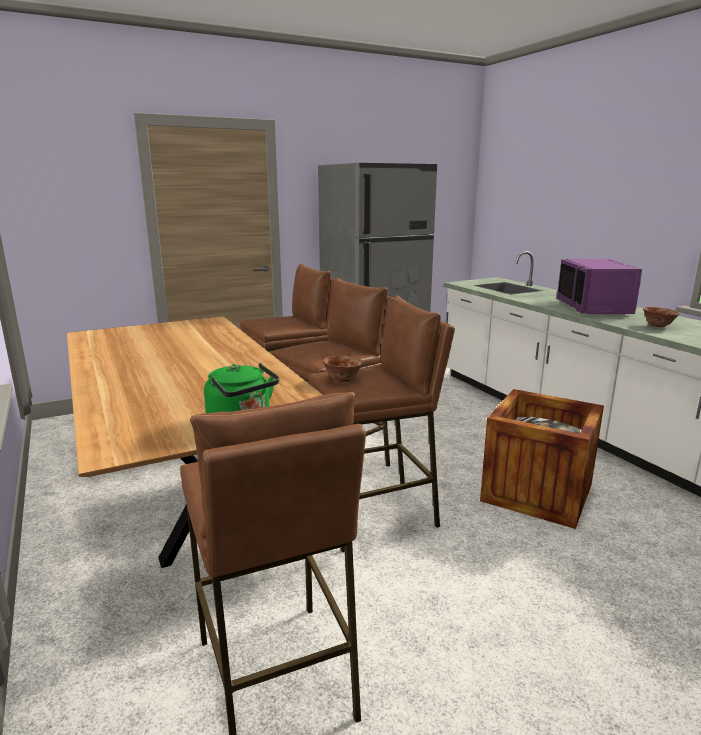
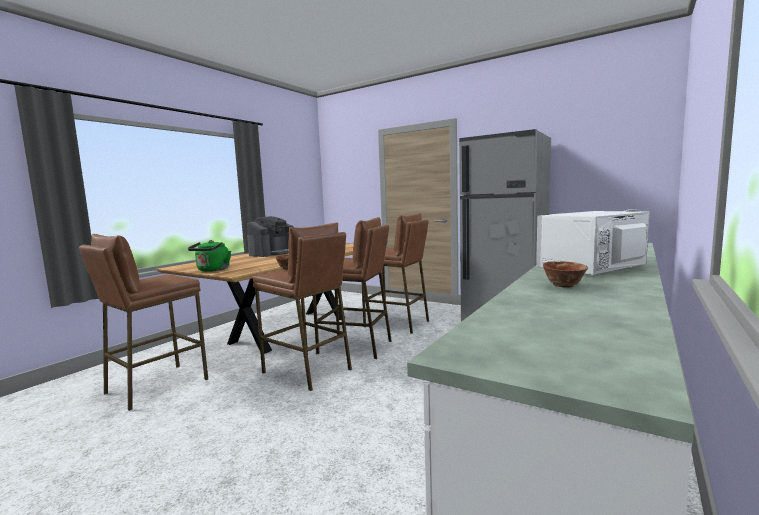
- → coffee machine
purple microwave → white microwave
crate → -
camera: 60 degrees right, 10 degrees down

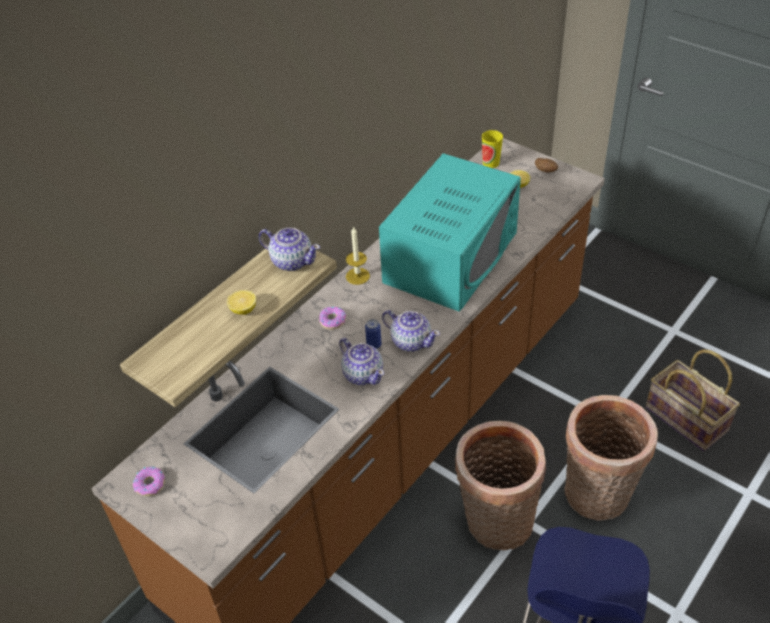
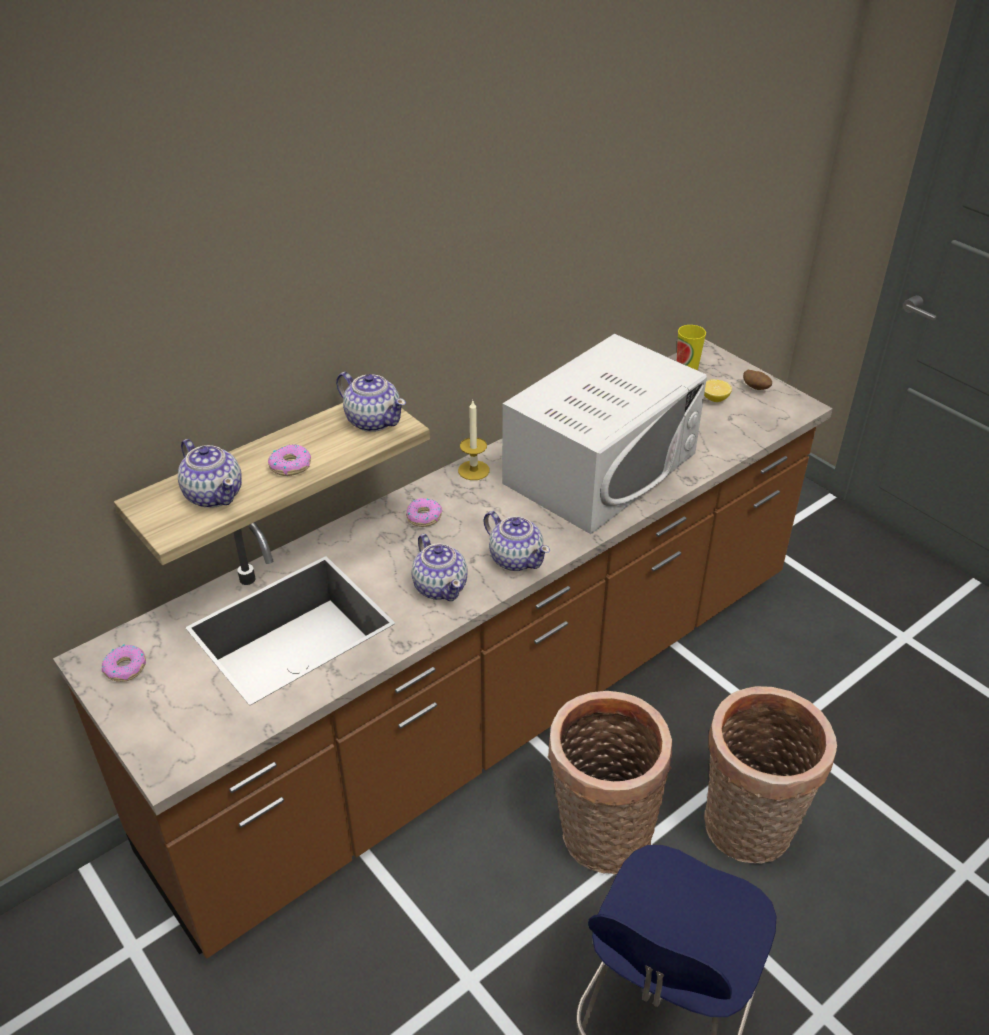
- → teapot (no. 1 from left)
lemon (no. 1 from left) → donut (no. 2 from left)
turquoise microwave → white microwave
can → -
basket (no. 3 from left) → -
camera: 10 degrees right, 5 degrees down

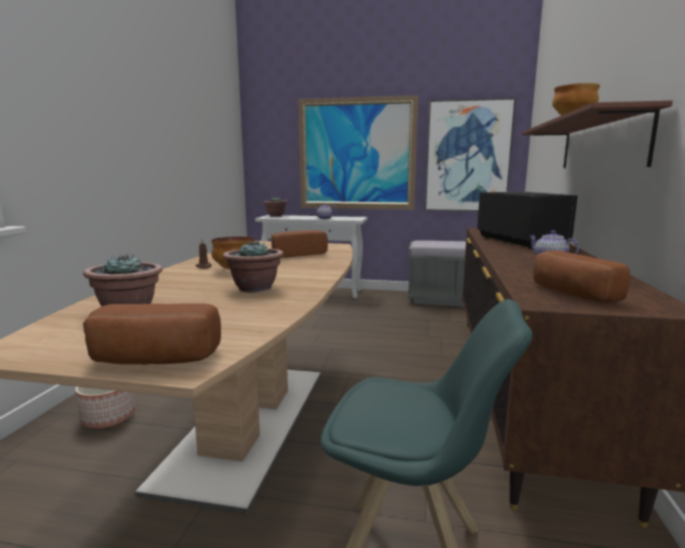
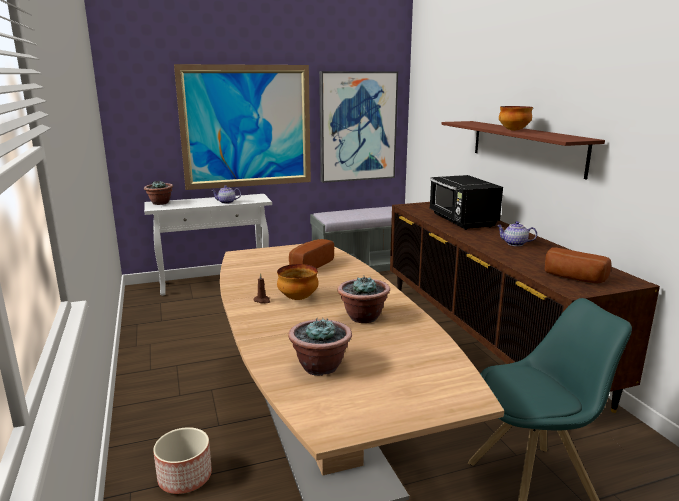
black microwave, 150 degrees counterclockwise
bread (no. 1 from left) → -
camera: 30 degrees left, 5 degrees up

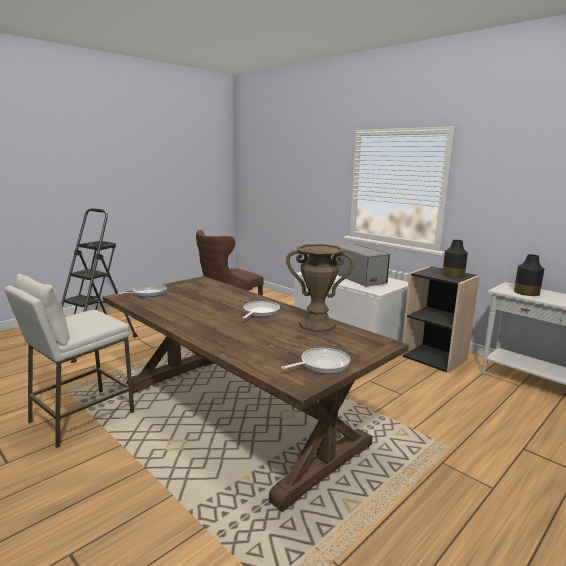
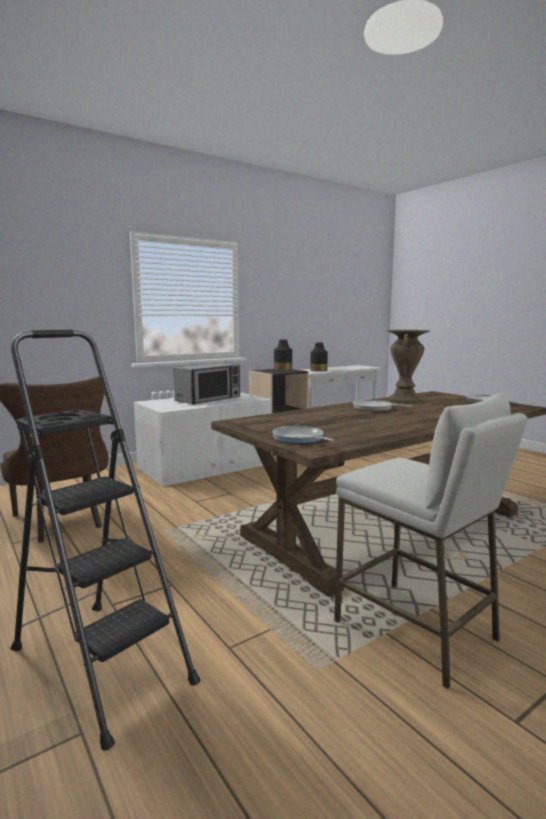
microwave, 150 degrees clockwise
camera: 80 degrees left, 5 degrees down

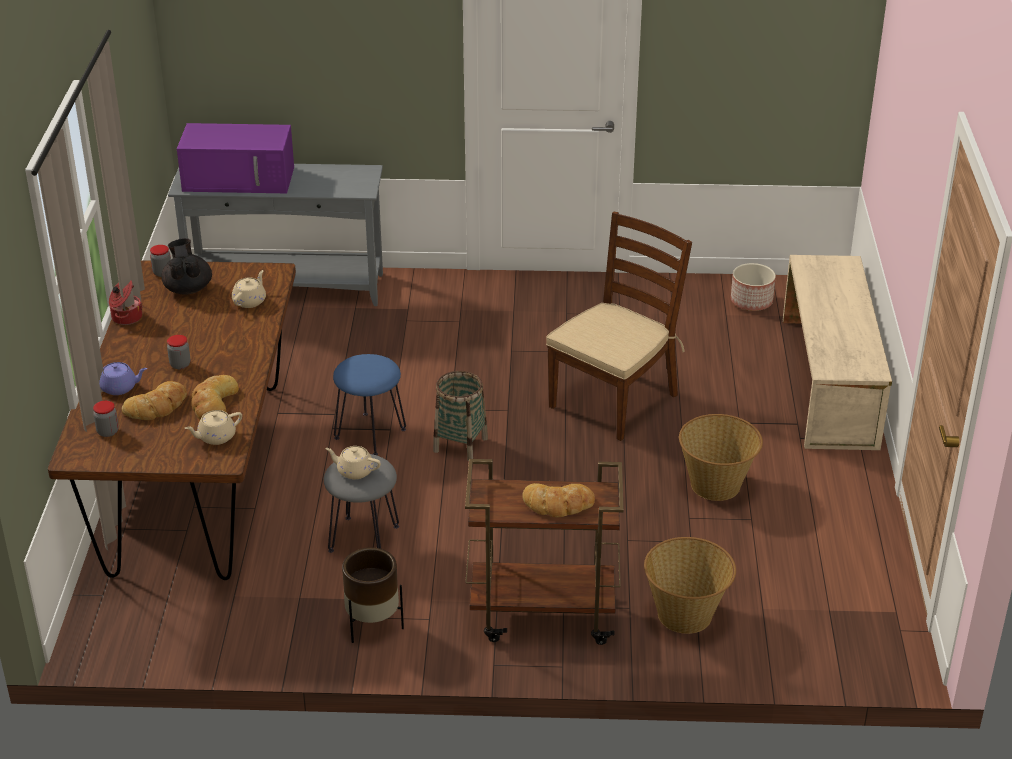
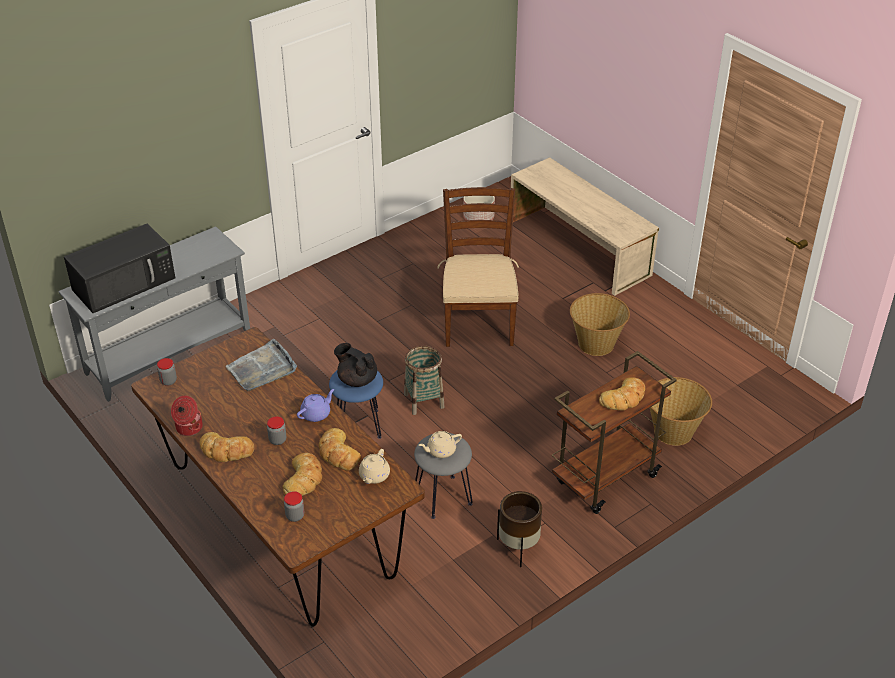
purple microwave → black microwave
- → bread (no. 1 from left)
beige teapot (no. 2 from left) → grey tray
purple teapot, relocated
black teapot, relocated
camera: 40 degrees left, 5 degrees up

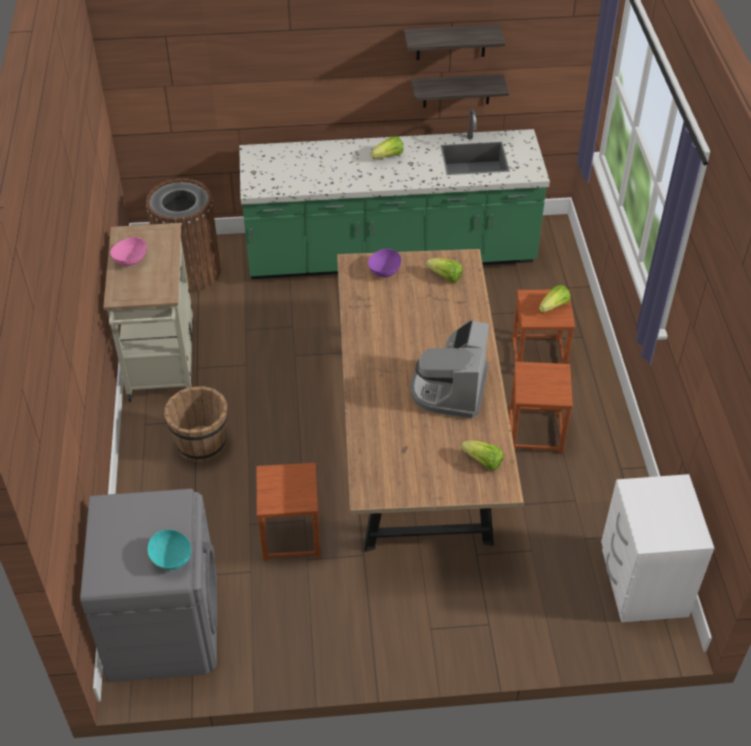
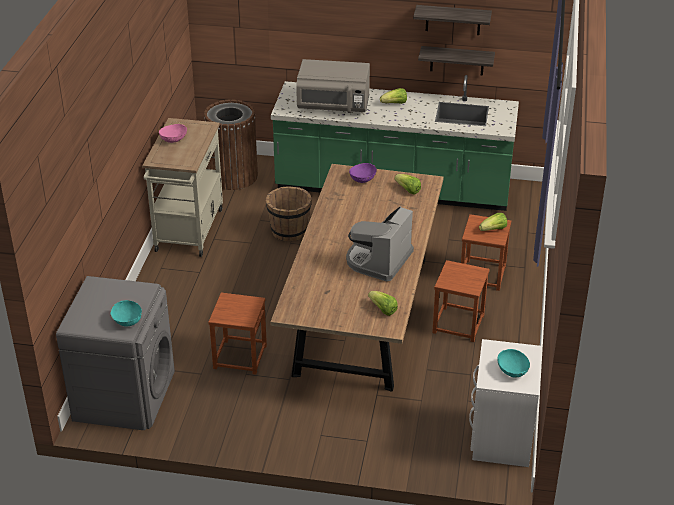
brown bucket, relocated
- → grey microwave
- → turquoise bowl (no. 2 from left)
camera: 15 degrees right, 10 degrees down

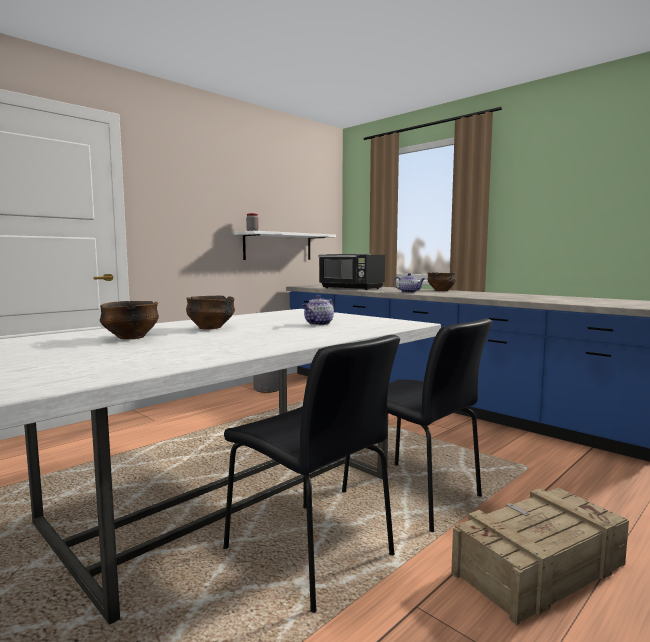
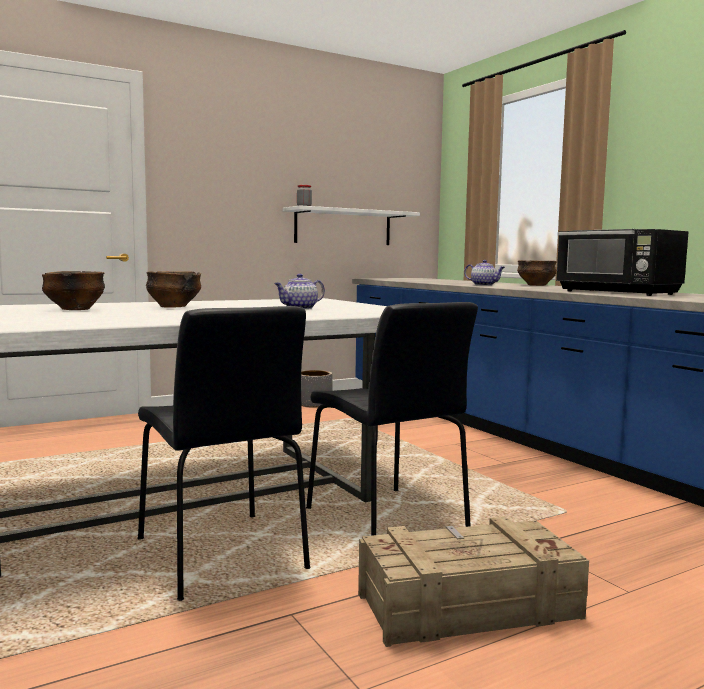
black microwave, relocated
camera: 15 degrees right, 0 degrees up

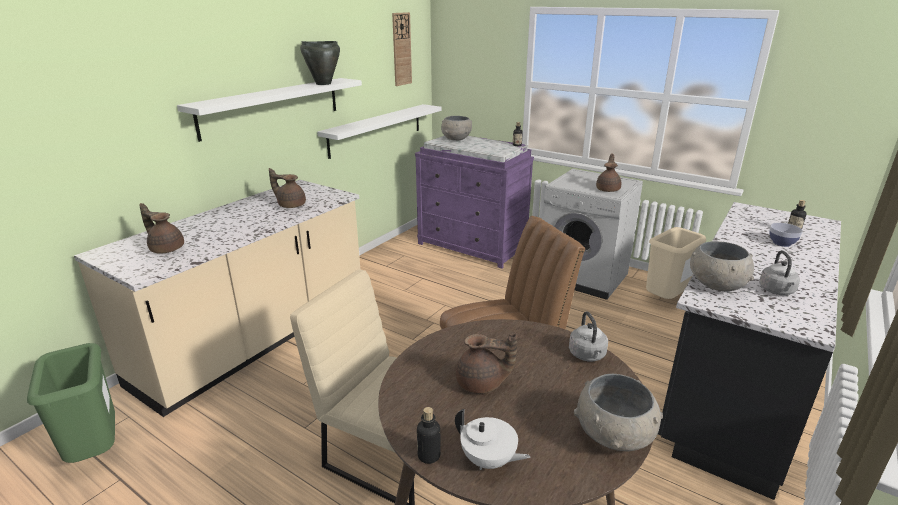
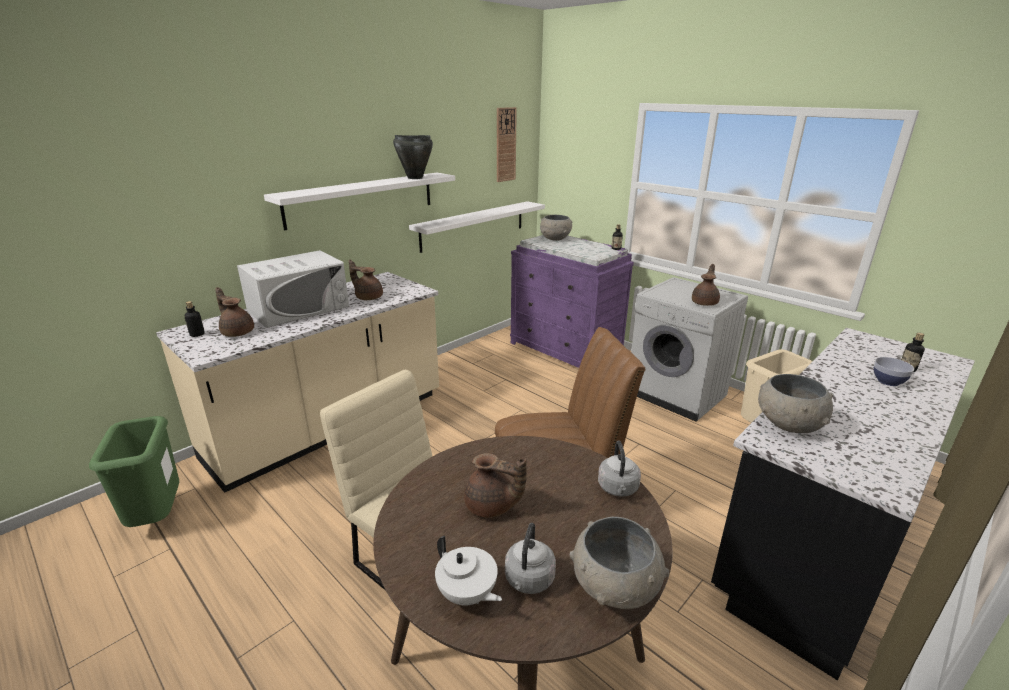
bottle (no. 1 from left), relocated
- → white microwave
grey kettle (no. 2 from left in the first image) → grey kettle (no. 1 from left), relocated
camera: 10 degrees right, 0 degrees up

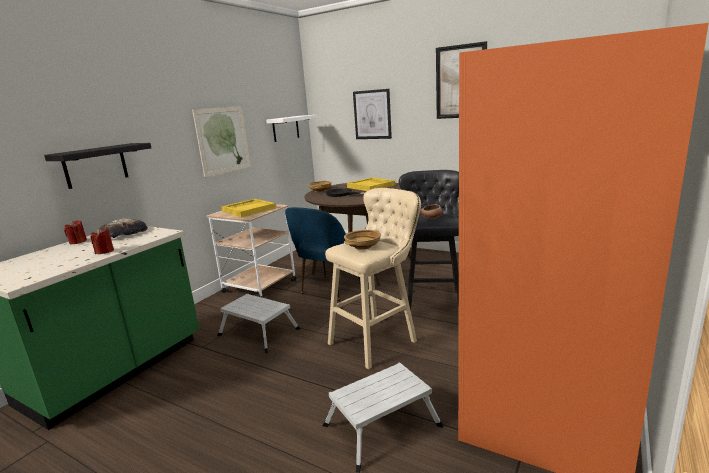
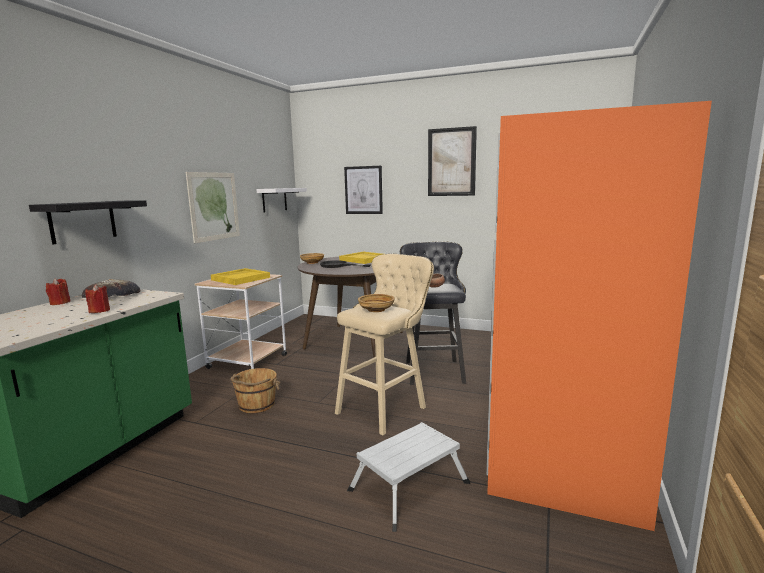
white step ladder (no. 1 from left) → brown bucket
blue chair → -
camera: 10 degrees left, 5 degrees down

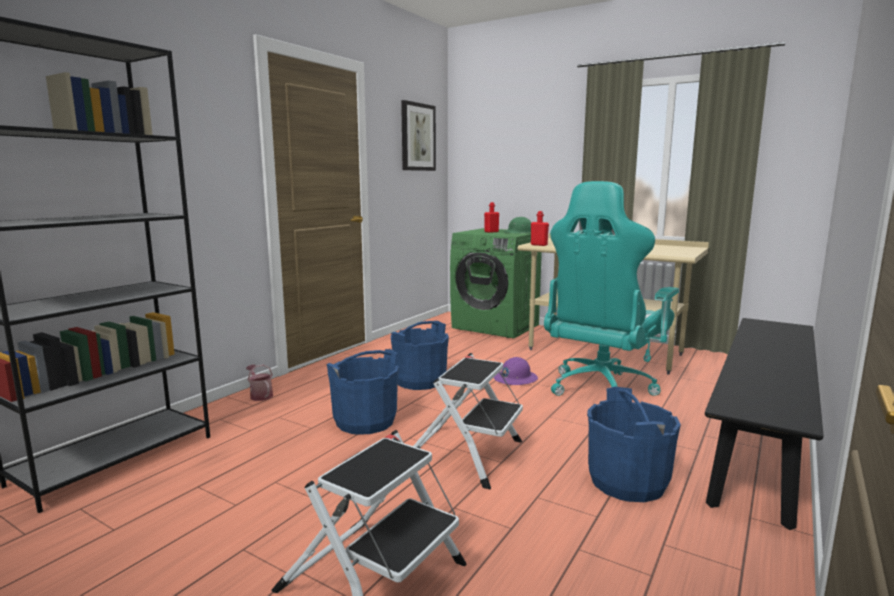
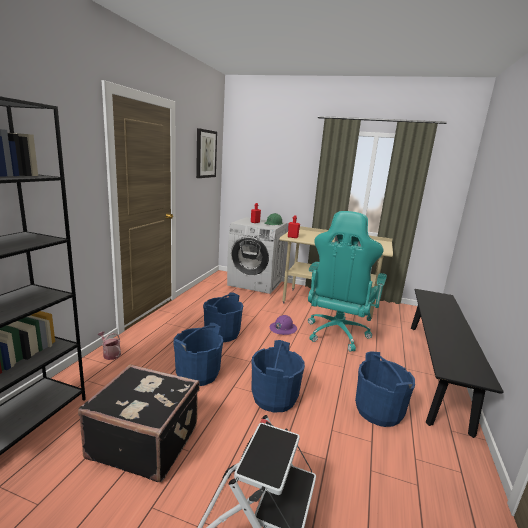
- → black suitcase
green washing machine → white washing machine
step ladder (no. 2 from left) → blue bucket (no. 3 from left)
camera: 15 degrees left, 5 degrees up

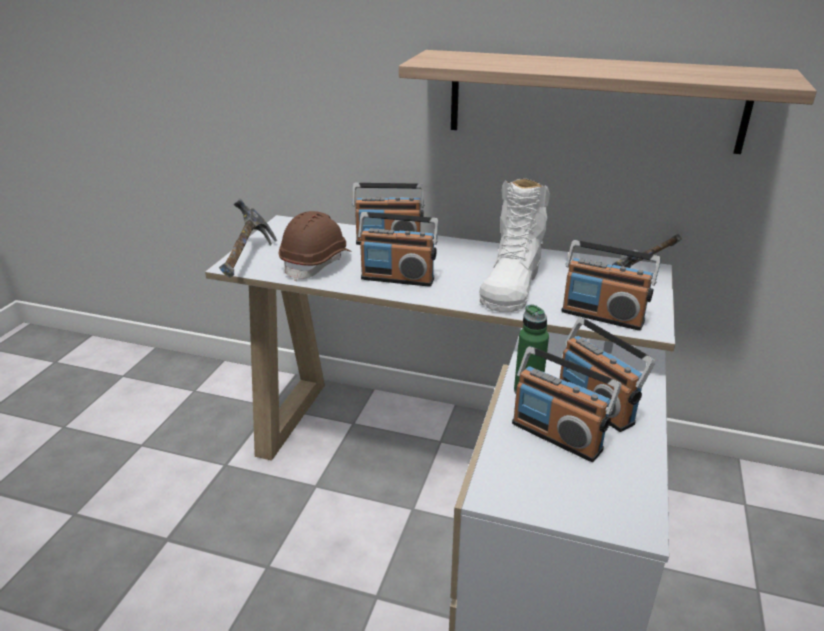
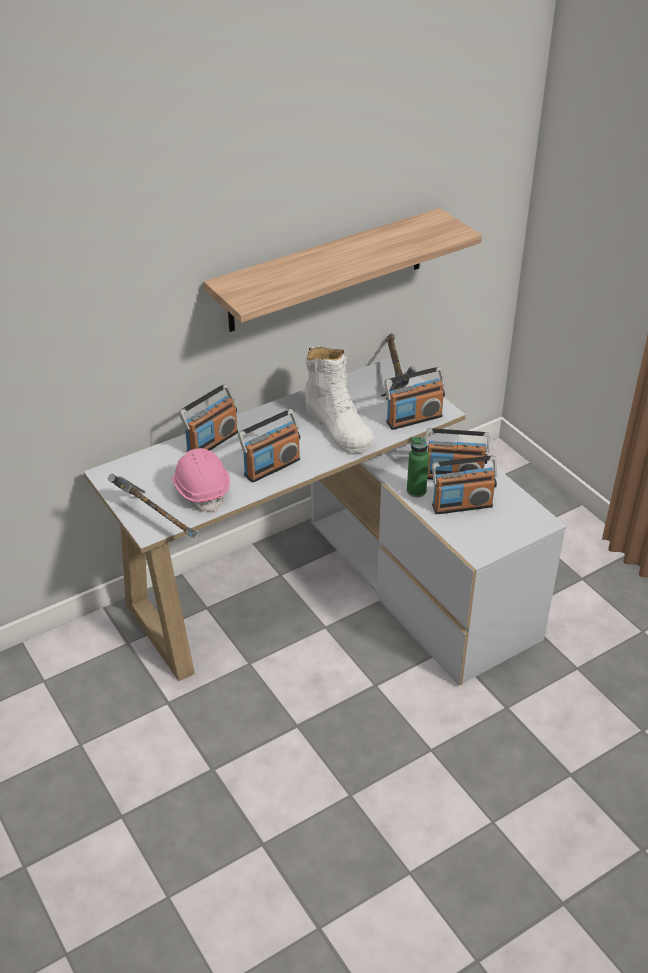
brown hard hat → pink hard hat
camera: 50 degrees left, 10 degrees up

